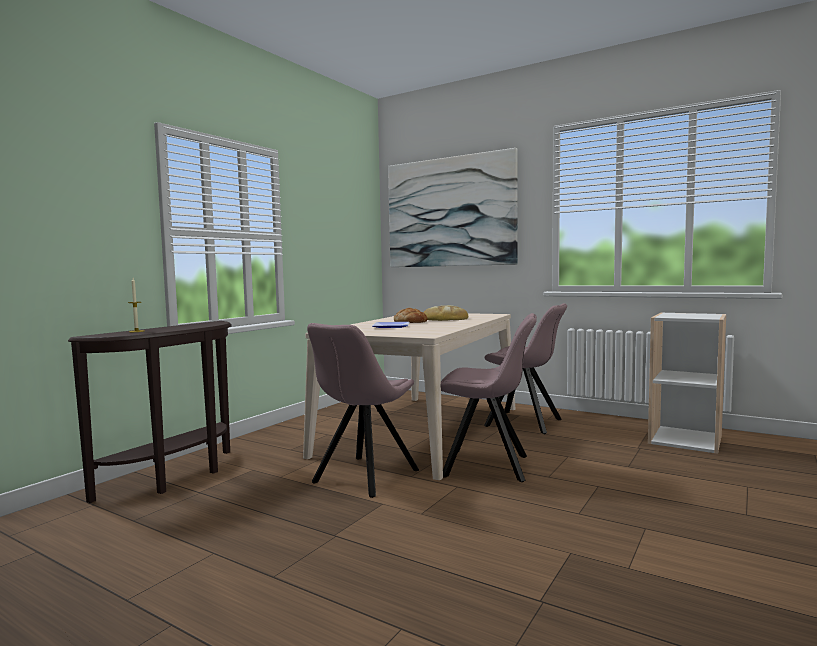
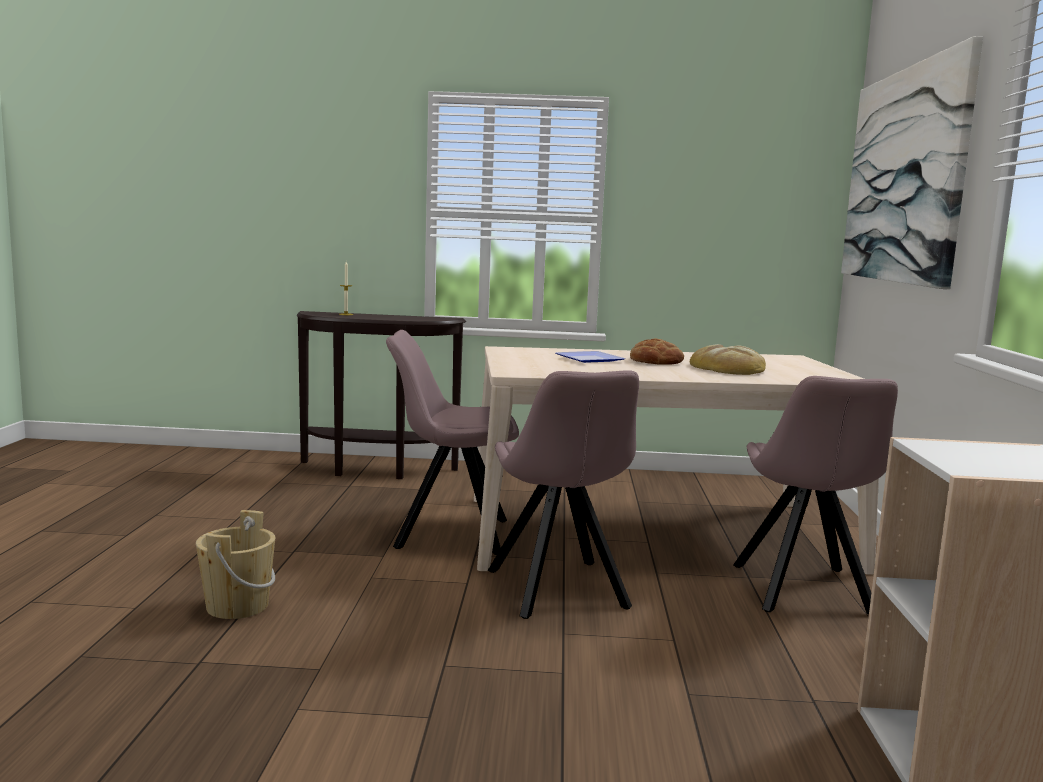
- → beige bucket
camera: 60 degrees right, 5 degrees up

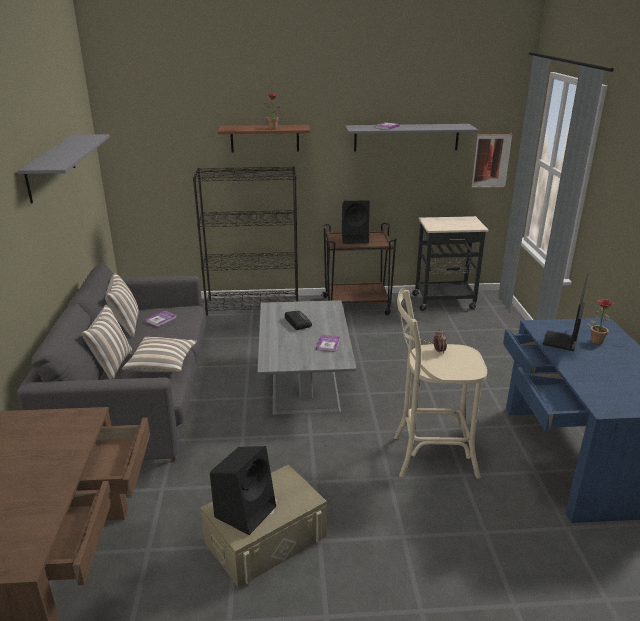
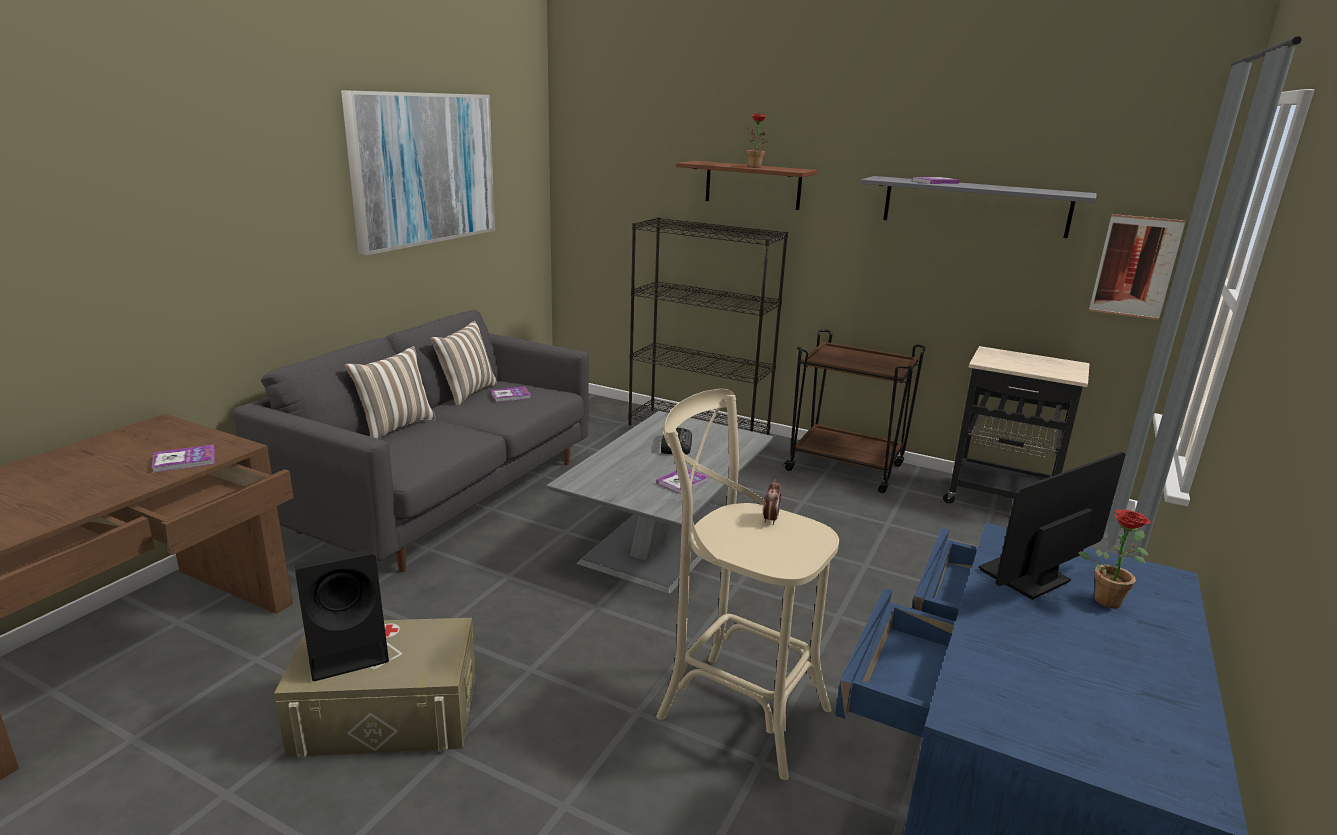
- → book (no. 1 from left)
grey shelf (no. 1 from left) → picture (no. 1 from left)
pillow (no. 3 from left) → -
black speaker (no. 2 from left) → -
camera: 30 degrees right, 5 degrees down

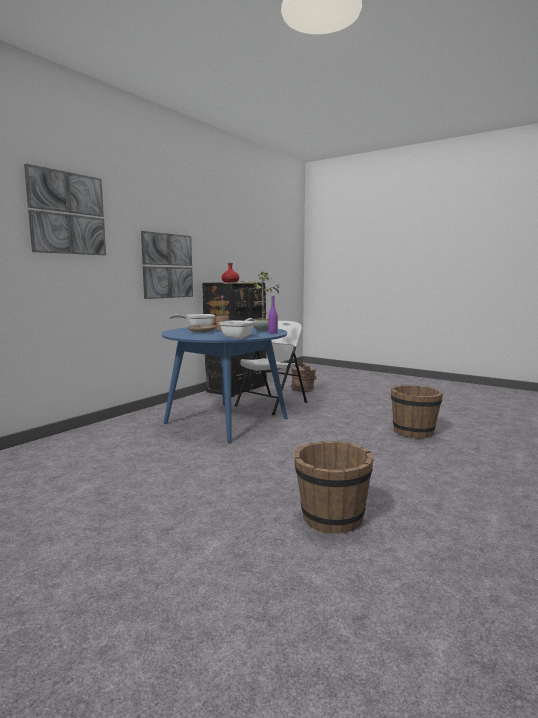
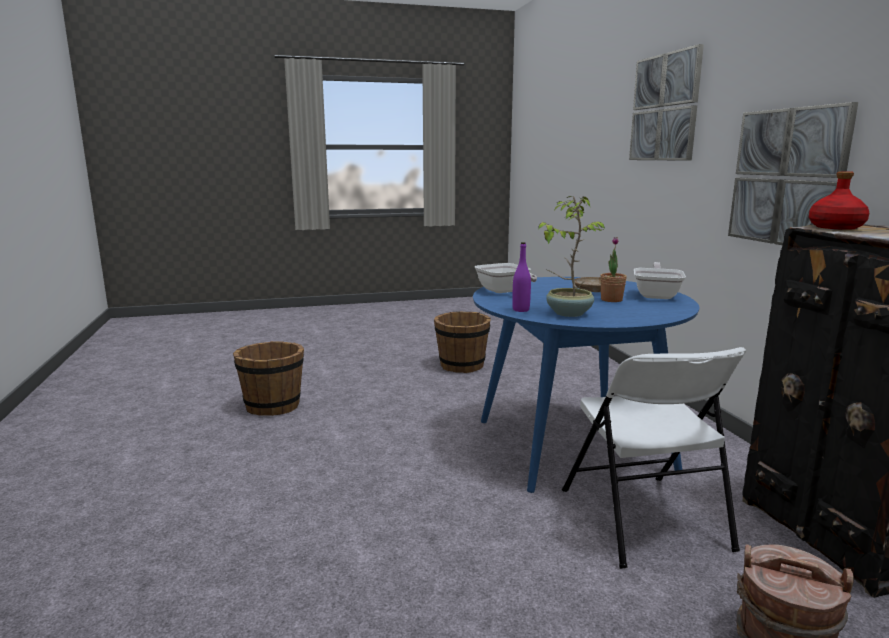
brown bucket (no. 3 from left in the first image) → brown bucket (no. 2 from left), relocated
camera: 130 degrees right, 5 degrees up

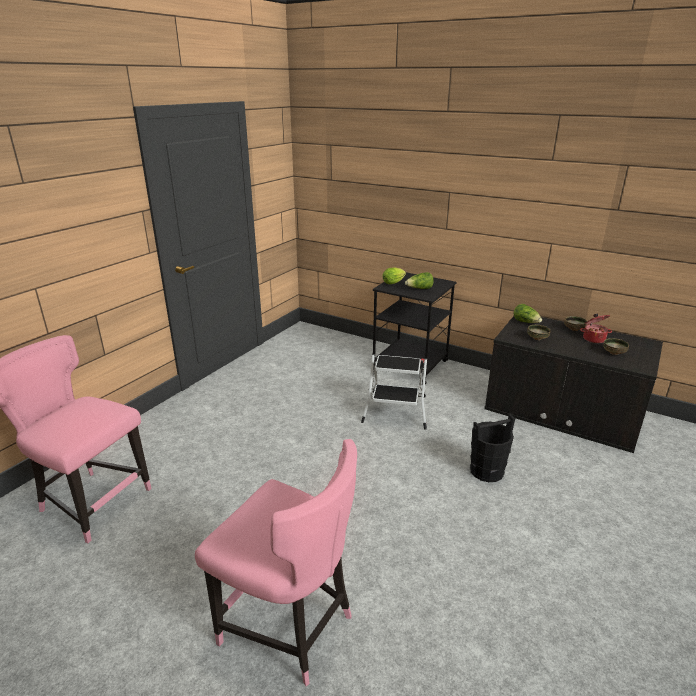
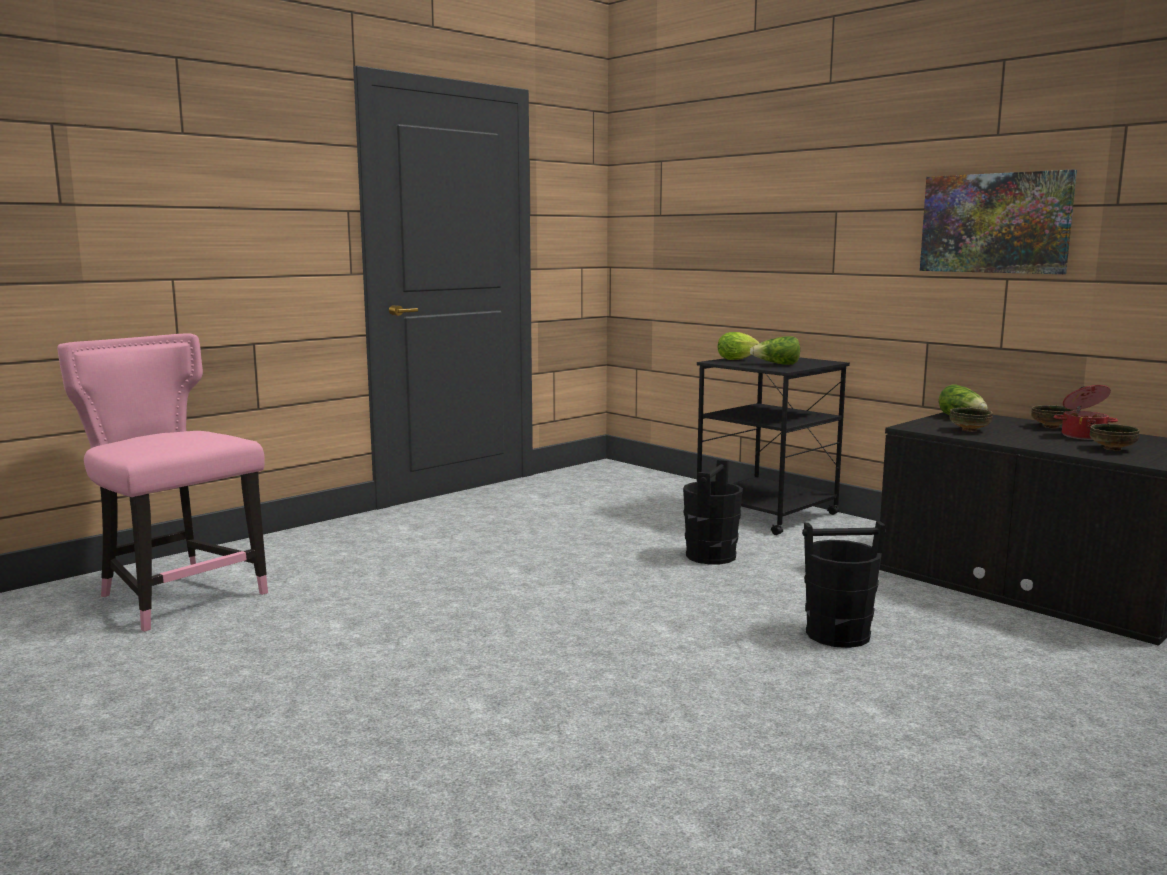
step ladder → black bucket (no. 1 from left)
- → picture
pink chair (no. 2 from left) → -
camera: 15 degrees right, 15 degrees down

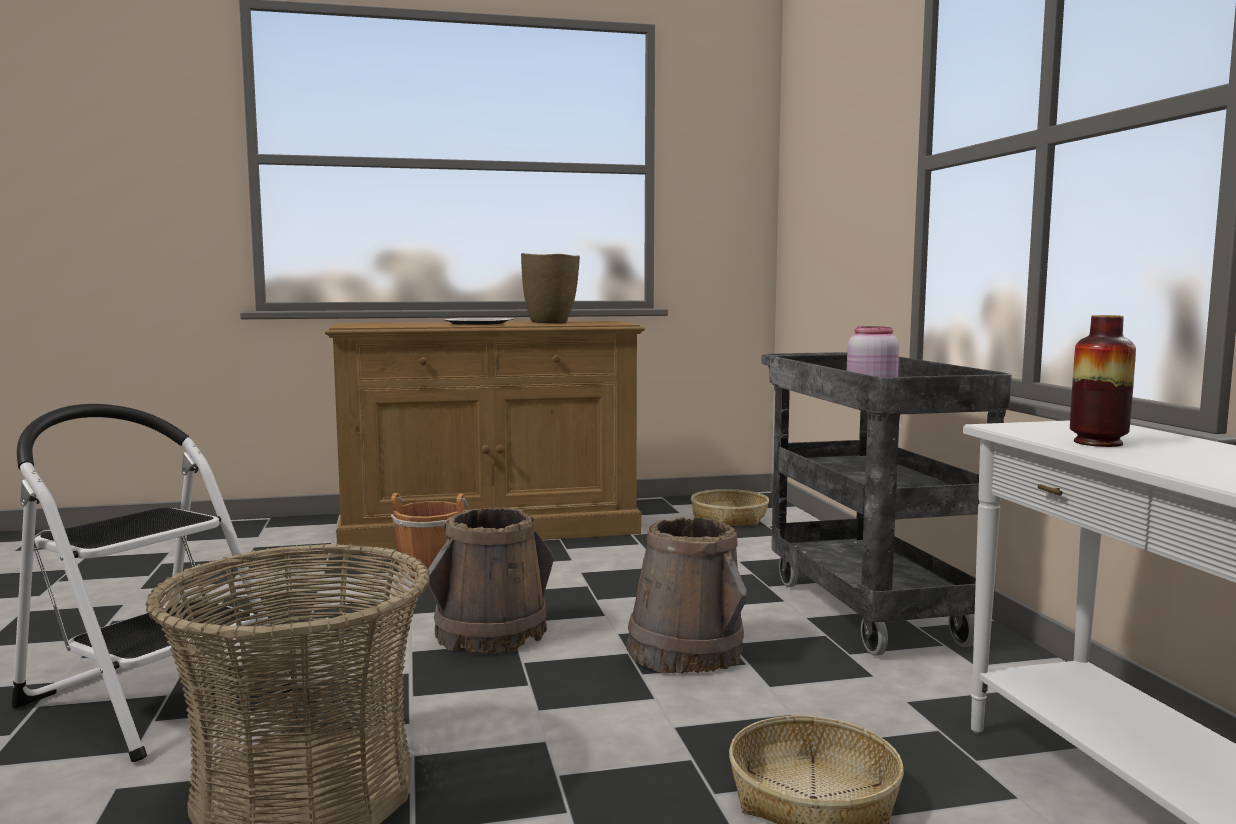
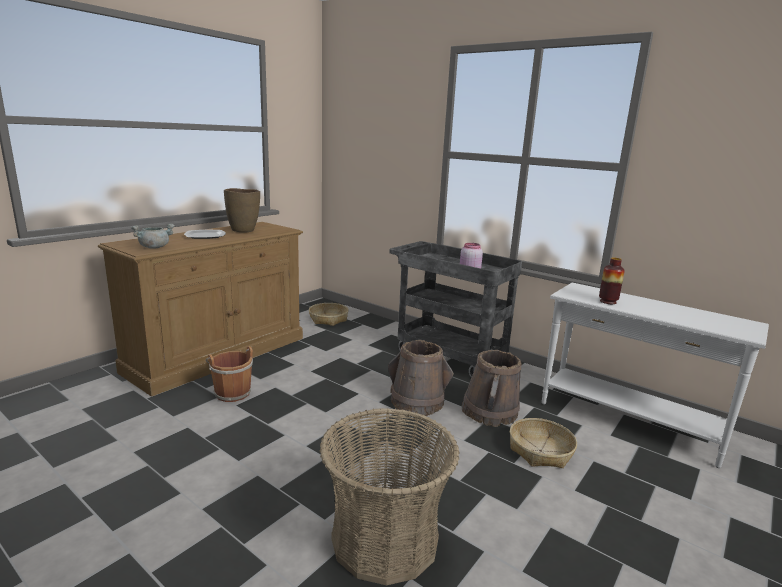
- → grey cooking pot
brown bucket (no. 2 from left in the first image) → brown bucket (no. 3 from left), relocated
step ladder → -
camera: 40 degrees left, 10 degrees up

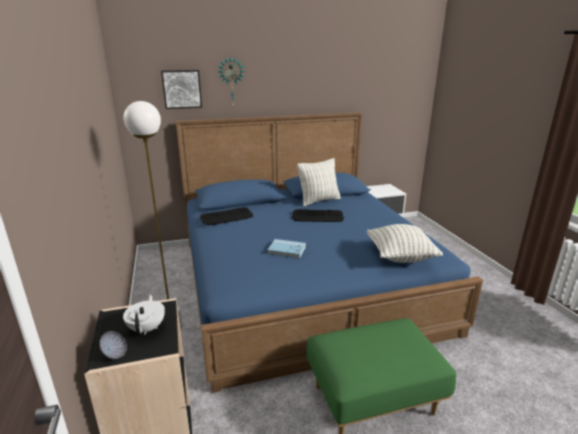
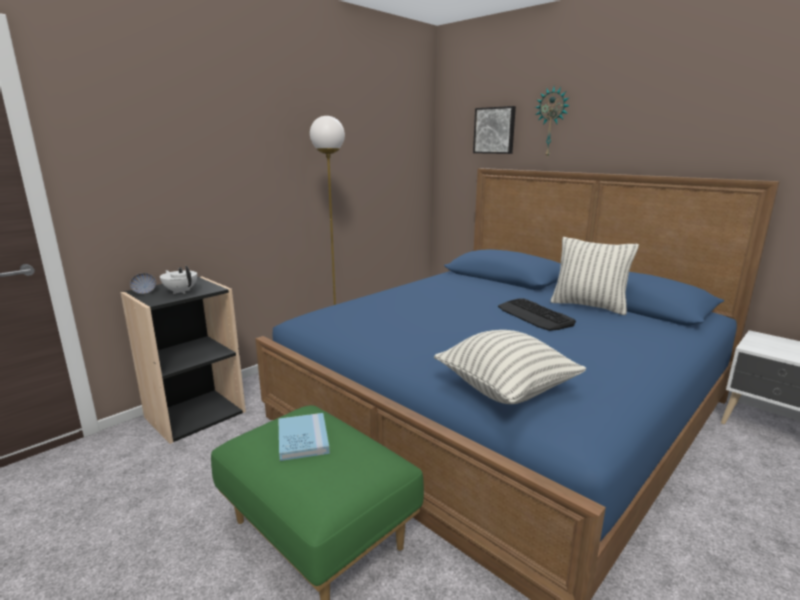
white teapot, 105 degrees counterclockwise
blue book, relocated
keyboard (no. 1 from left) → -
camera: 60 degrees right, 5 degrees down

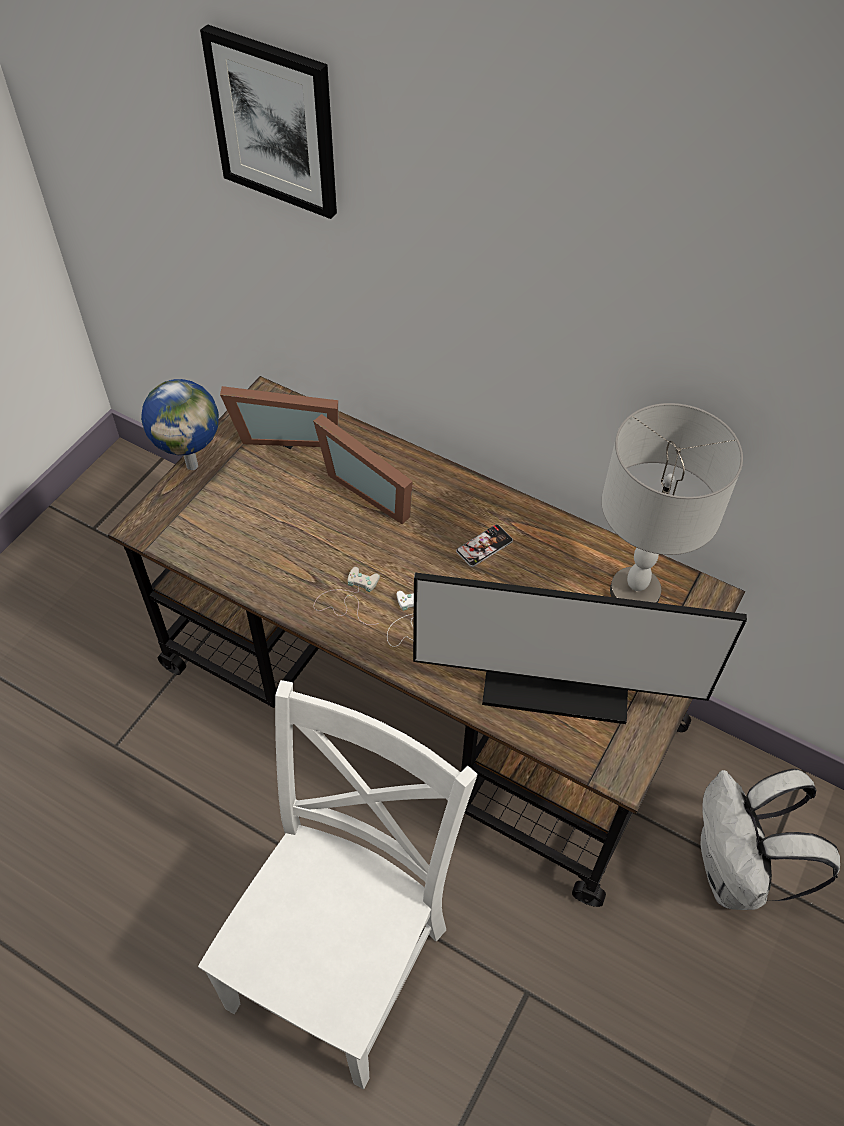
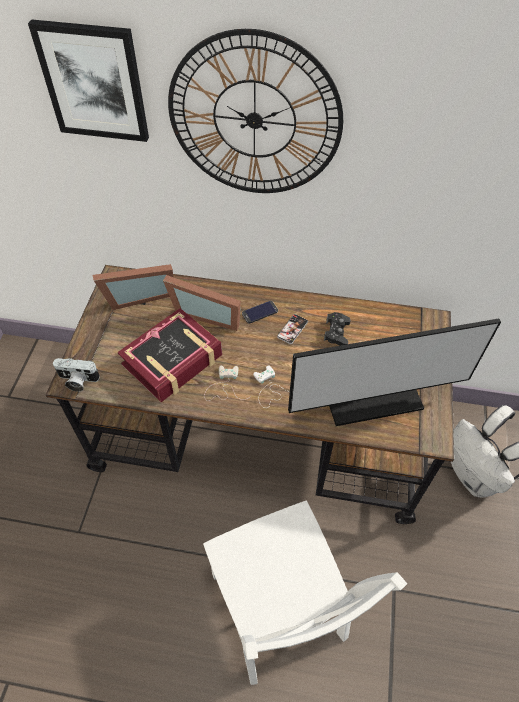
- → photo camera
- → book
- → wall clock
white chair, 150 degrees clockwise
- → phone (no. 1 from left)
- → black game controller
globe → -
grey table lamp → -
camera: 20 degrees left, 0 degrees up

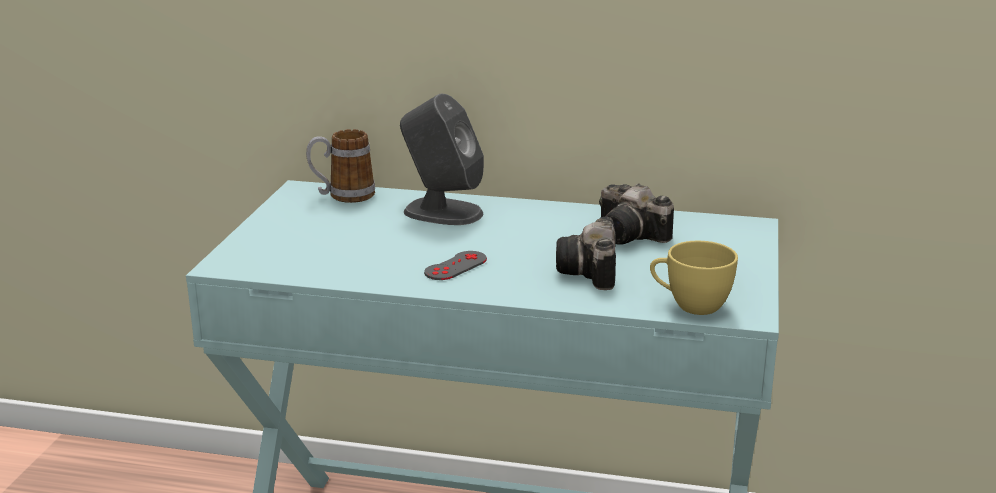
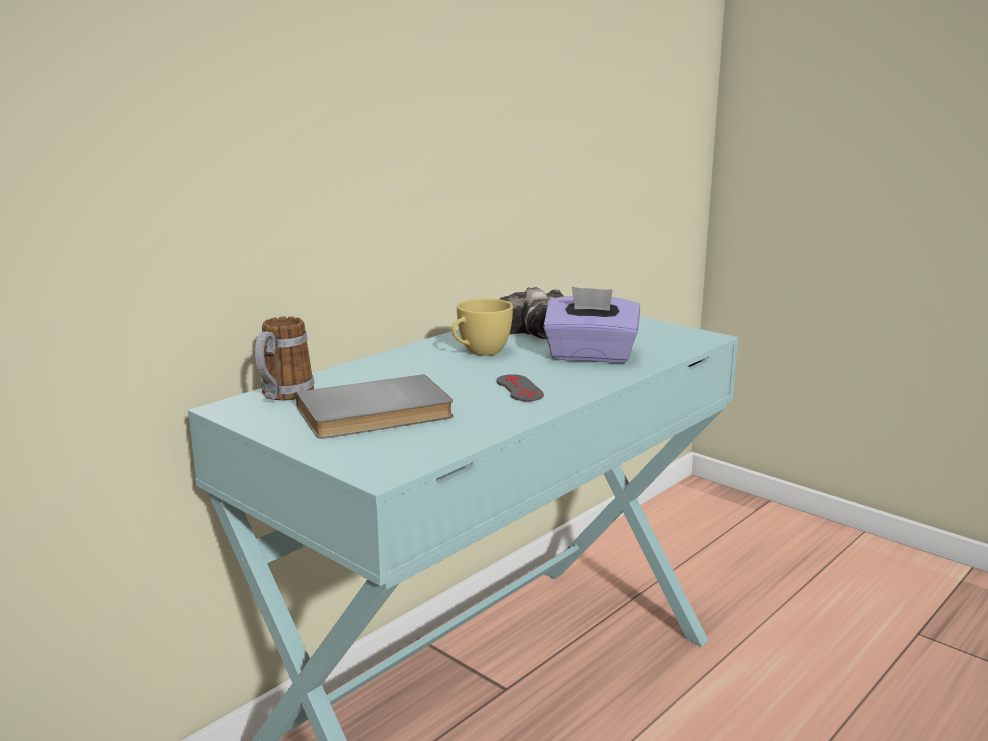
- → grey book
yellow cup, relocated
photo camera (no. 1 from left) → purple tissue box
grey speaker → -
camera: 60 degrees left, 5 degrees down

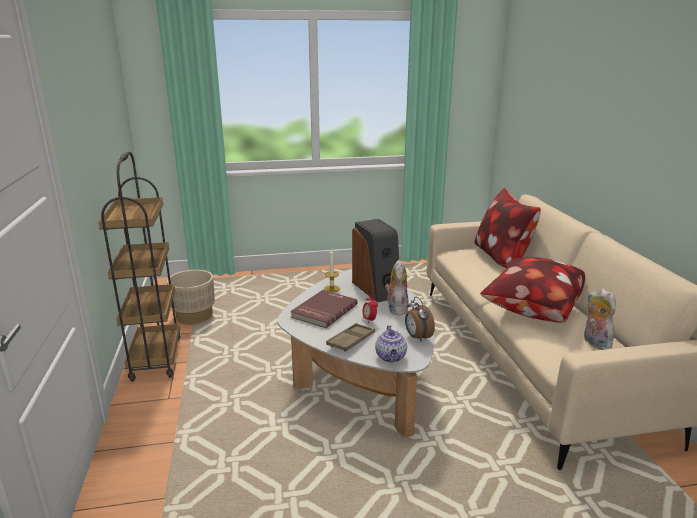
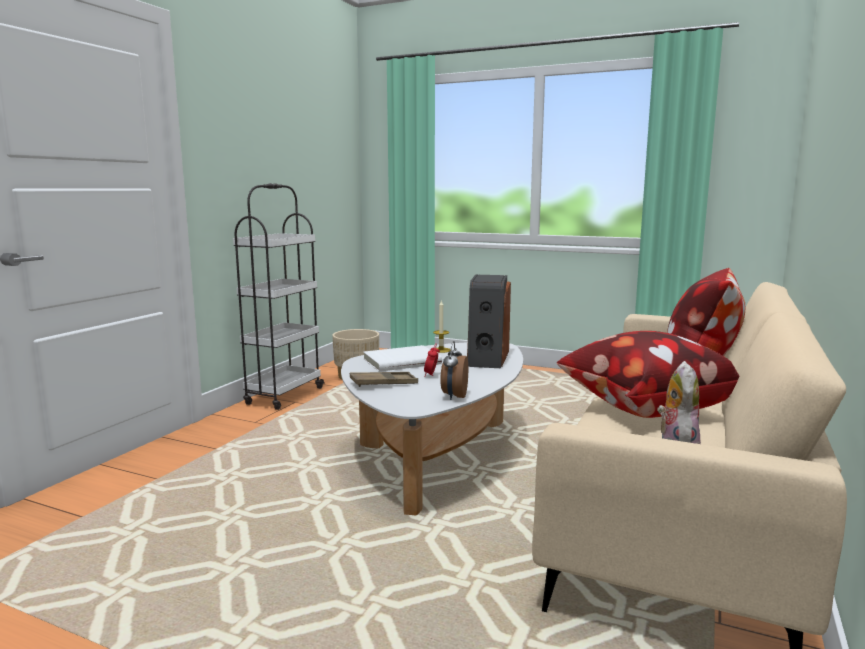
brown cart → white cart
red book → white book
teapot → -
plush toy (no. 1 from left) → -
camera: 35 degrees right, 10 degrees down

